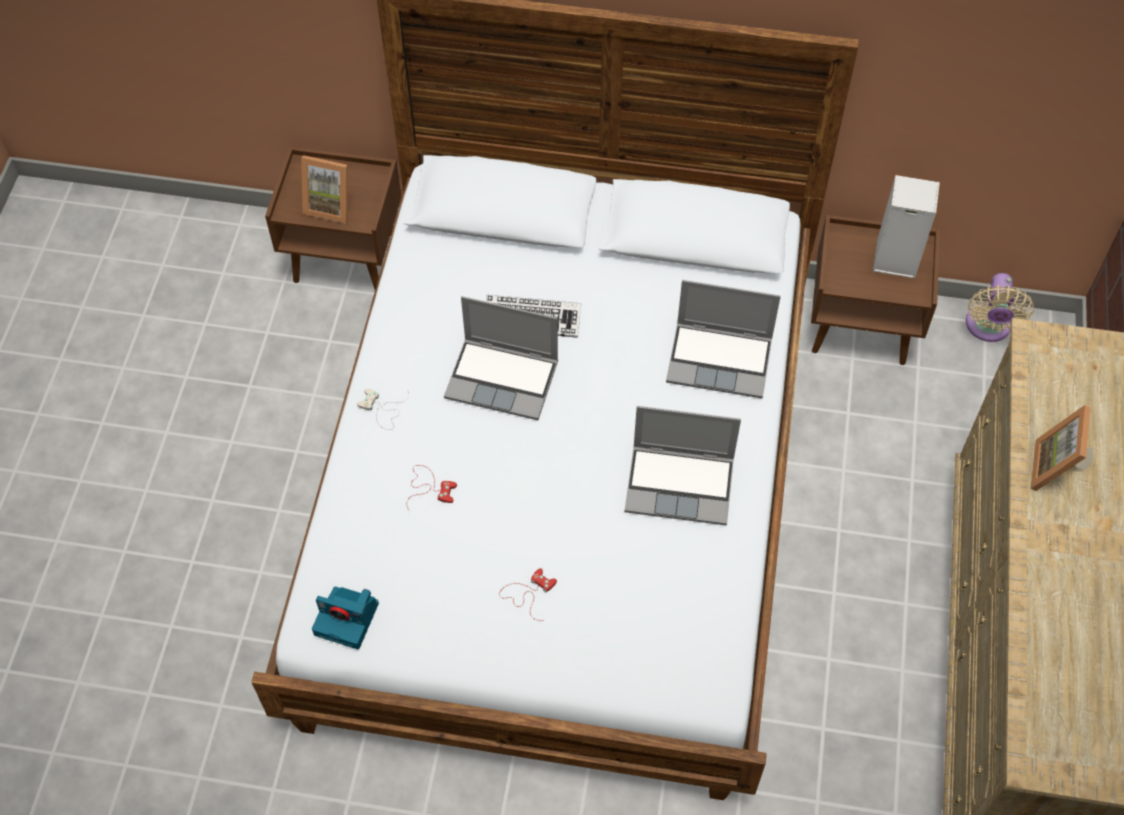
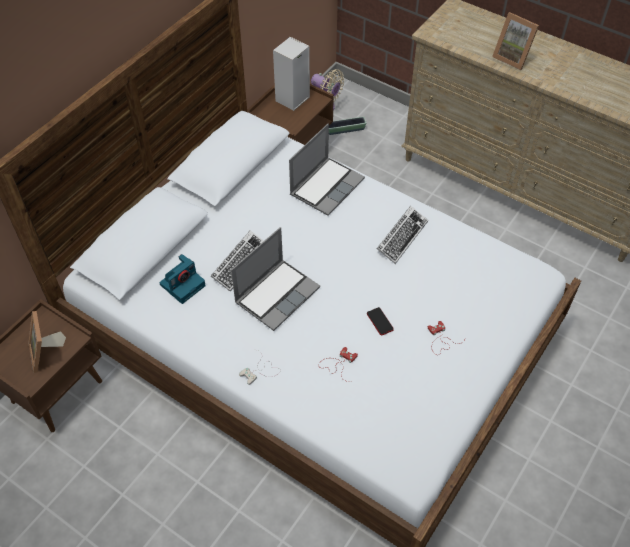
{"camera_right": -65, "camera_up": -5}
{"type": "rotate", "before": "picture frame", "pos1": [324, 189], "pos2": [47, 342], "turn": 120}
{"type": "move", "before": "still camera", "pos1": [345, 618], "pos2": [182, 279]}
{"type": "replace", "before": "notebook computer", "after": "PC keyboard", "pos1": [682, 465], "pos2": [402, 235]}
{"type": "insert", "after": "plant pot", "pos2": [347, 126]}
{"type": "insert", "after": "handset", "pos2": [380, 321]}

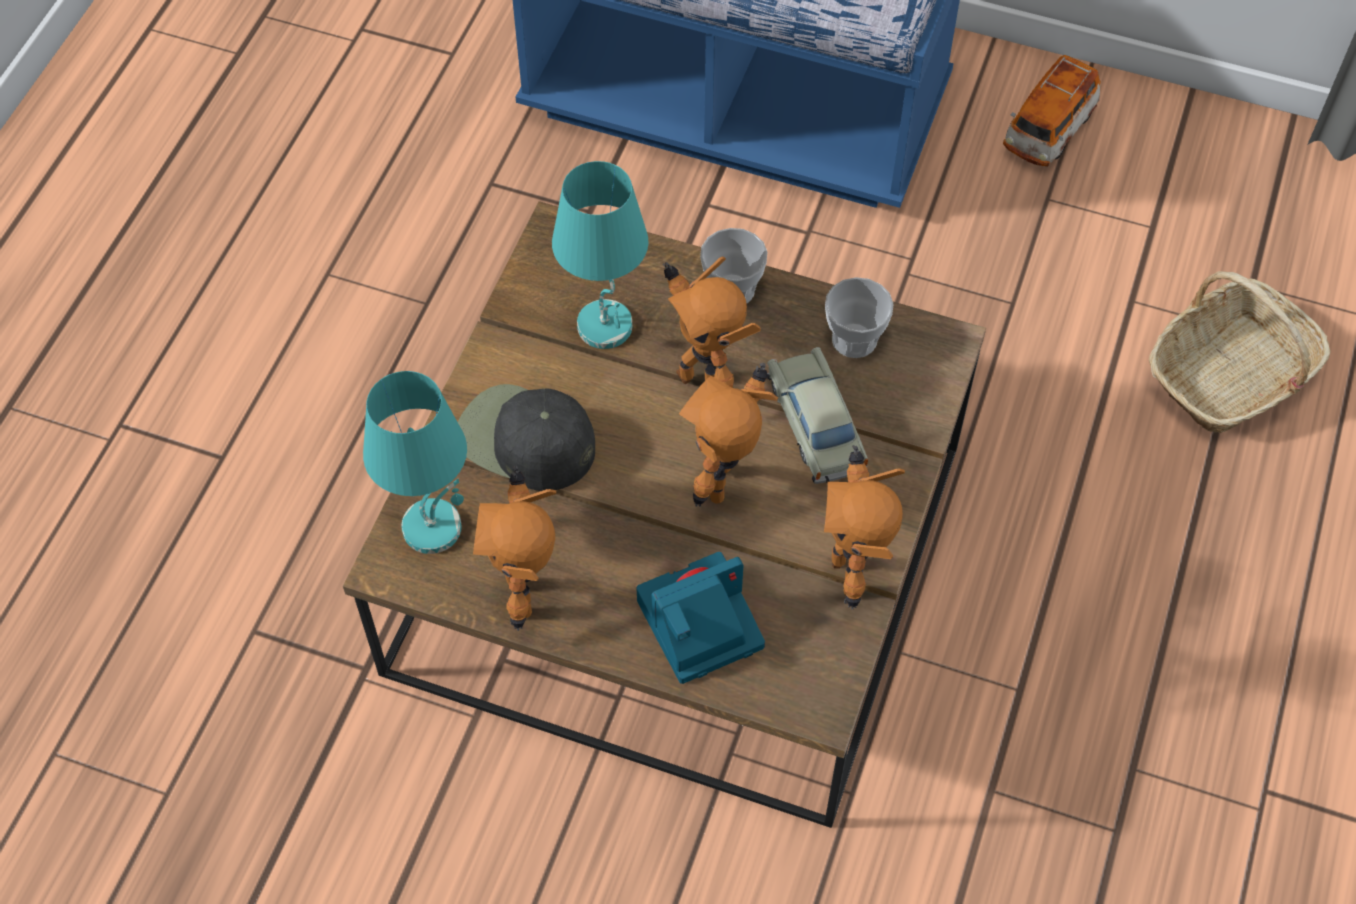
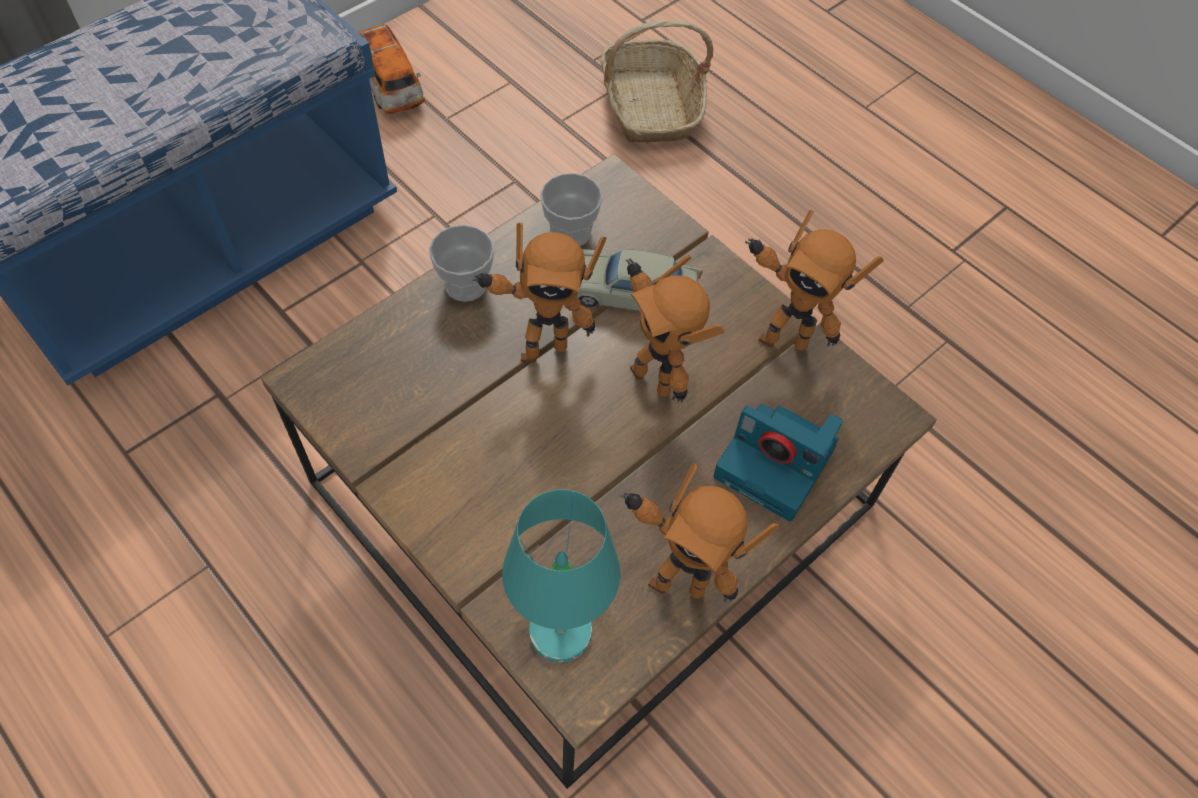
{"camera_right": -65, "camera_up": 0}
{"type": "delete", "before": "peaked cap/blackish", "pos1": [526, 437]}
{"type": "delete", "before": "lamp for a table/turquoise", "pos1": [600, 255]}
{"type": "rotate", "before": "still camera", "pos1": [700, 618], "pos2": [778, 462], "turn": -60}

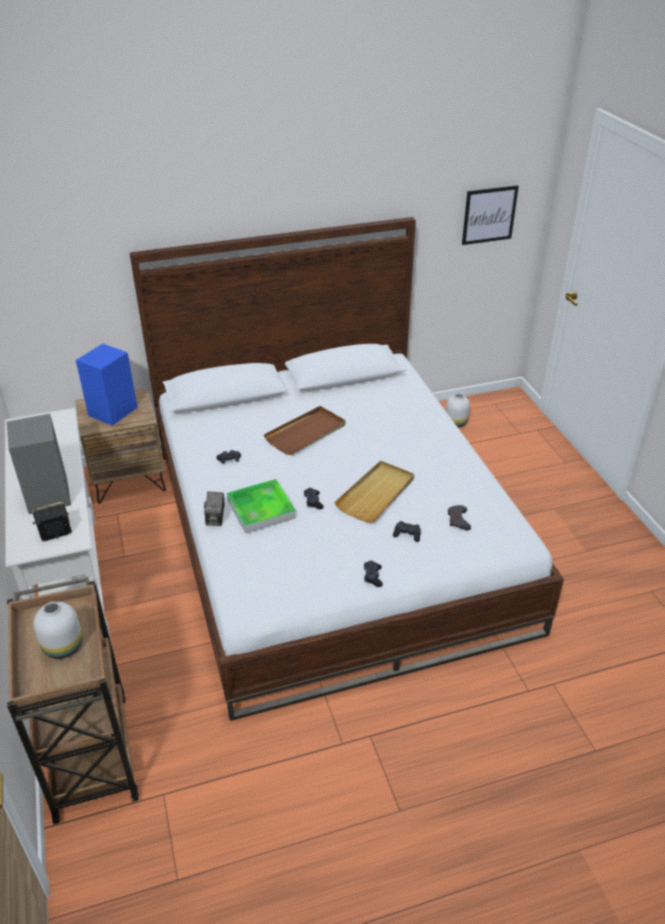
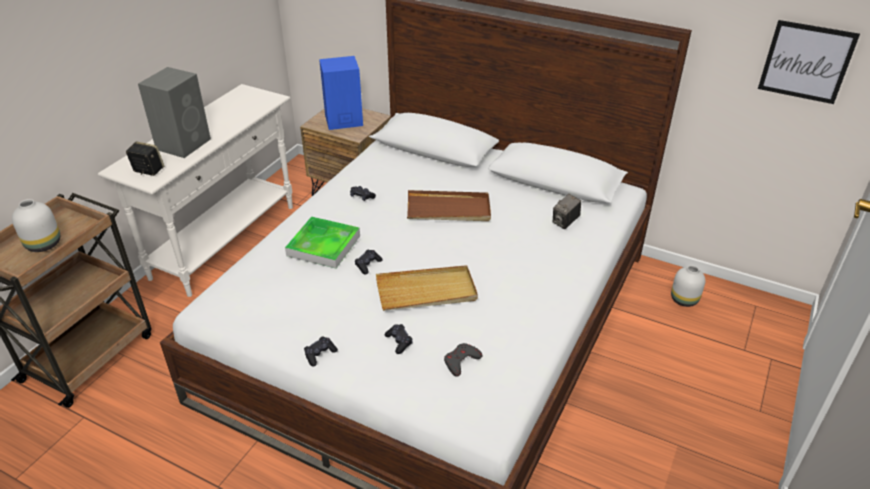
{"camera_right": 45, "camera_up": 0}
{"type": "move", "before": "still camera", "pos1": [214, 509], "pos2": [567, 211]}

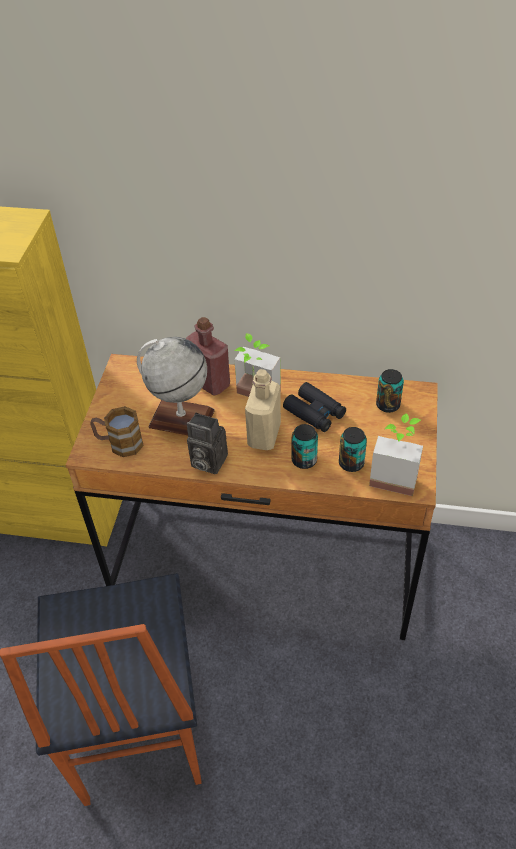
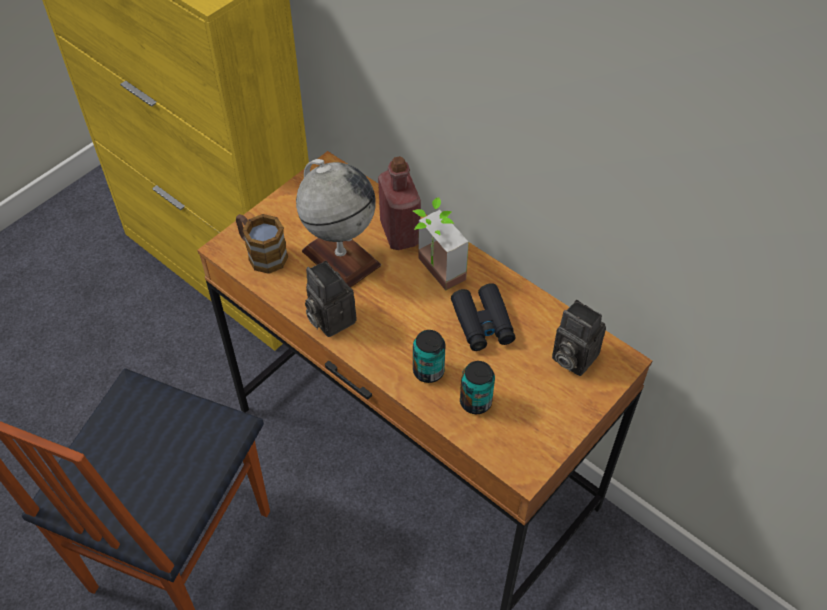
{"camera_right": 30, "camera_up": 5}
{"type": "delete", "before": "drink bottle/beige-coloured", "pos1": [263, 409]}
{"type": "delete", "before": "houseplant", "pos1": [396, 454]}
{"type": "replace", "before": "can", "after": "still camera", "pos1": [390, 391], "pos2": [579, 338]}

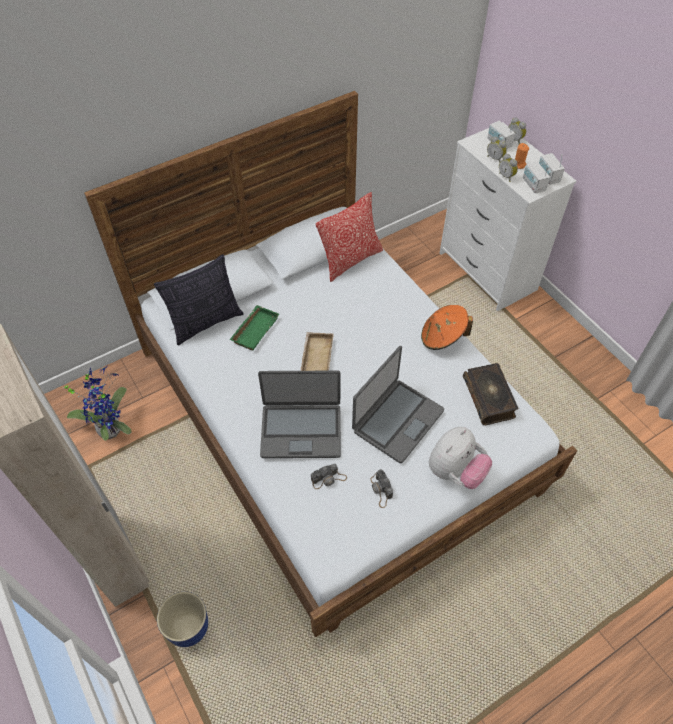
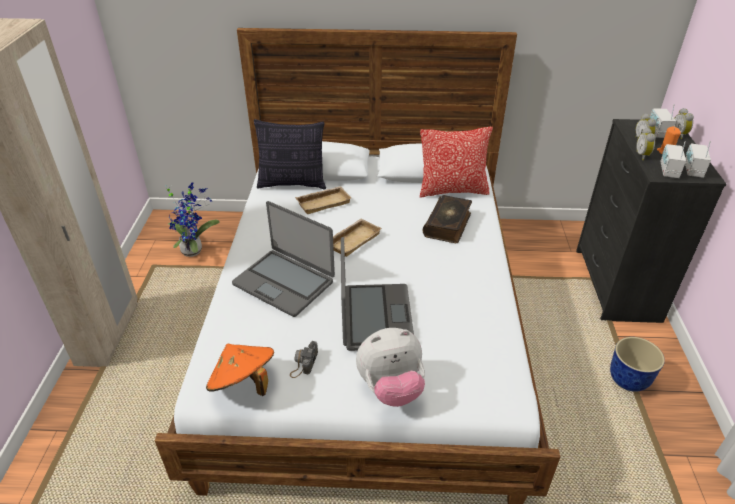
{"camera_right": 35, "camera_up": -15}
{"type": "move", "before": "plant pot", "pos1": [182, 619], "pos2": [637, 364]}
{"type": "recolor", "before": "carrying tray/green", "after": "carrying tray/beige-coloured", "pos1": [254, 327], "pos2": [323, 200]}
{"type": "delete", "before": "still camera", "pos1": [329, 476]}
{"type": "rotate", "before": "notebook computer", "pos1": [398, 405], "pos2": [377, 294], "turn": -75}
{"type": "move", "before": "wearable hat/orangey", "pos1": [447, 327], "pos2": [240, 370]}
{"type": "recolor", "before": "chest of drawers/white", "after": "chest of drawers/blackish", "pos1": [508, 216], "pos2": [651, 221]}
{"type": "move", "before": "bound book", "pos1": [490, 394], "pos2": [447, 219]}

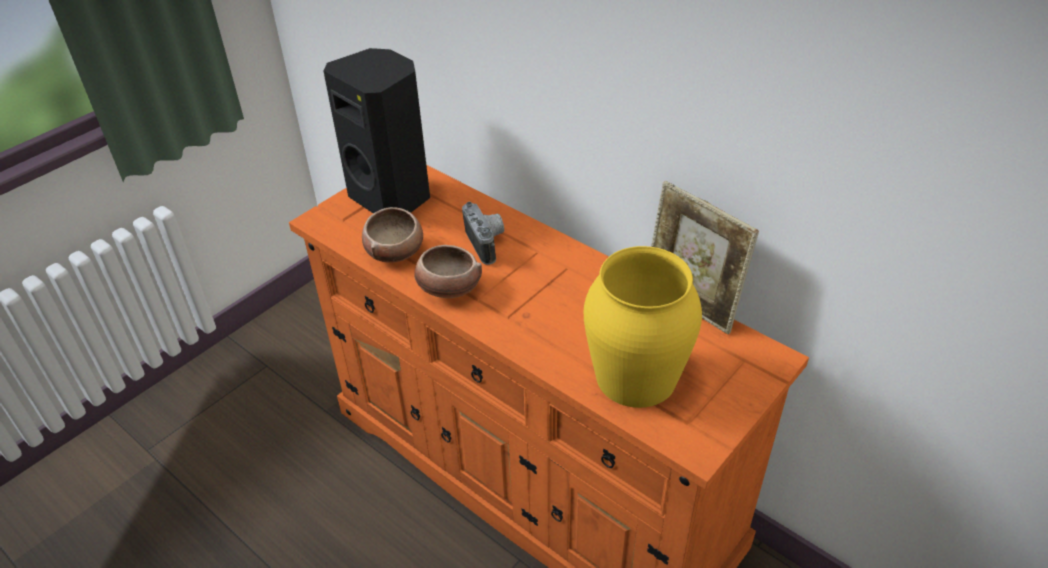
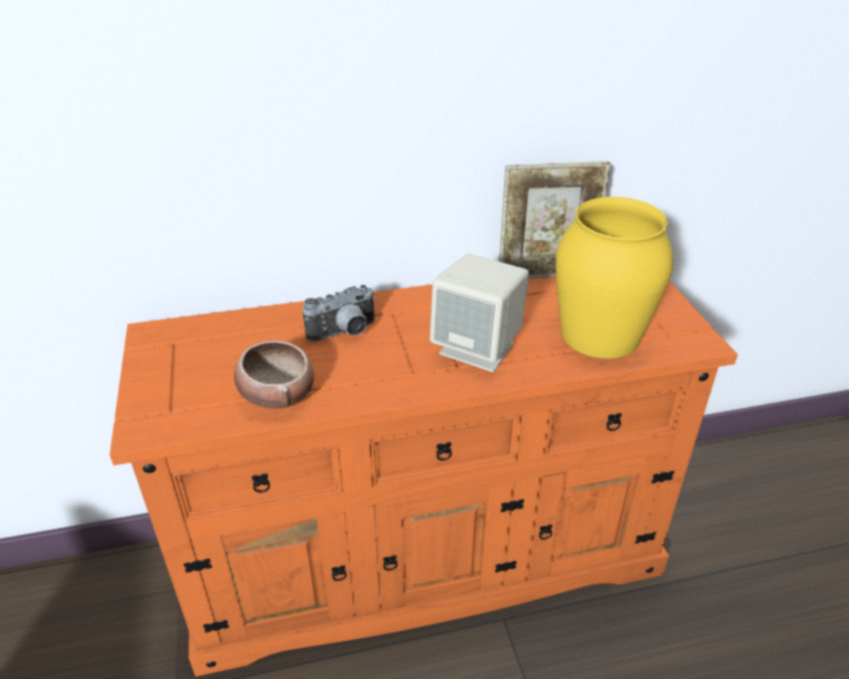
{"camera_right": -55, "camera_up": -5}
{"type": "delete", "before": "speaker/blackish", "pos1": [376, 130]}
{"type": "delete", "before": "serving bowl", "pos1": [448, 271]}
{"type": "rotate", "before": "still camera", "pos1": [483, 233], "pos2": [339, 313], "turn": 135}
{"type": "insert", "after": "speaker/beige-coloured", "pos2": [479, 313]}

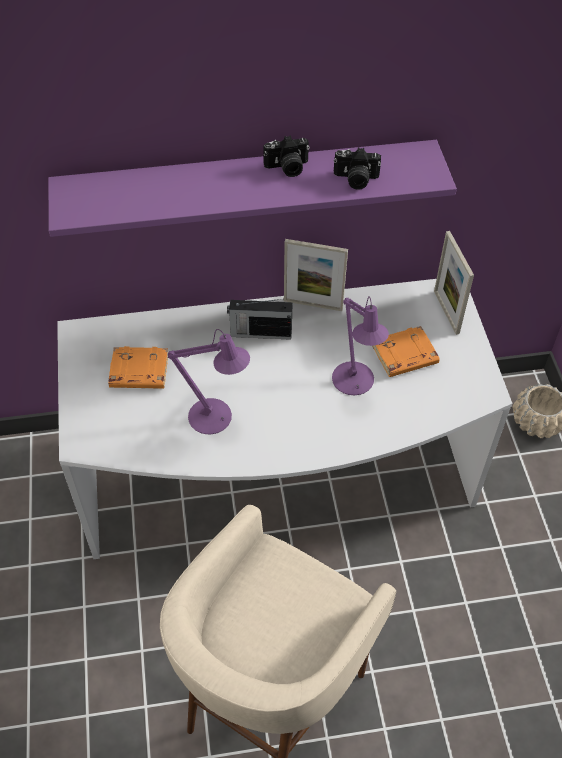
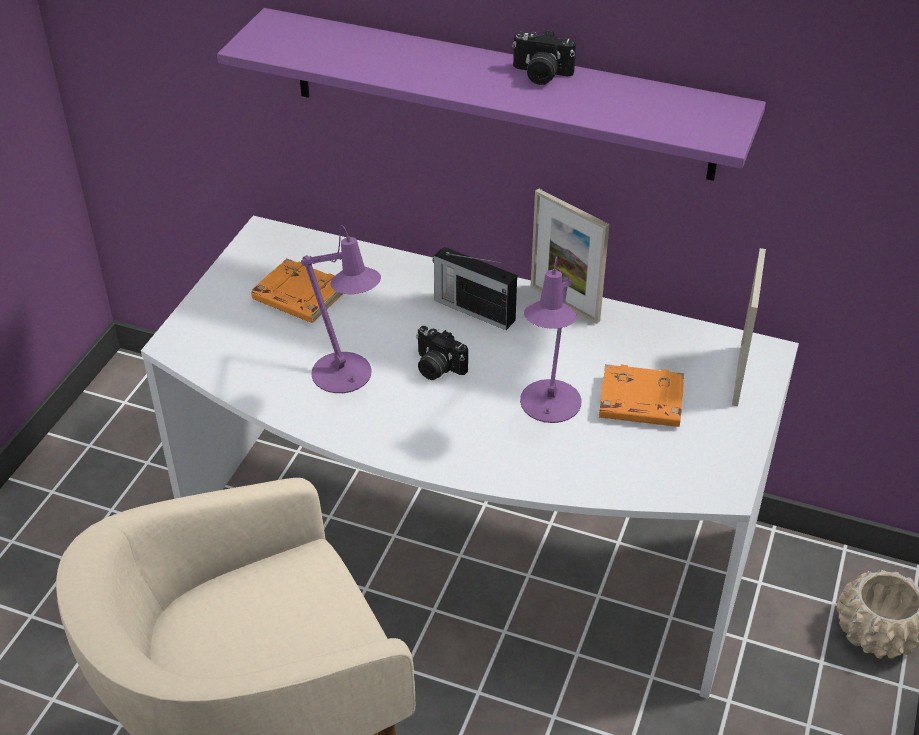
{"camera_right": 30, "camera_up": -10}
{"type": "move", "before": "still camera", "pos1": [357, 168], "pos2": [442, 353]}

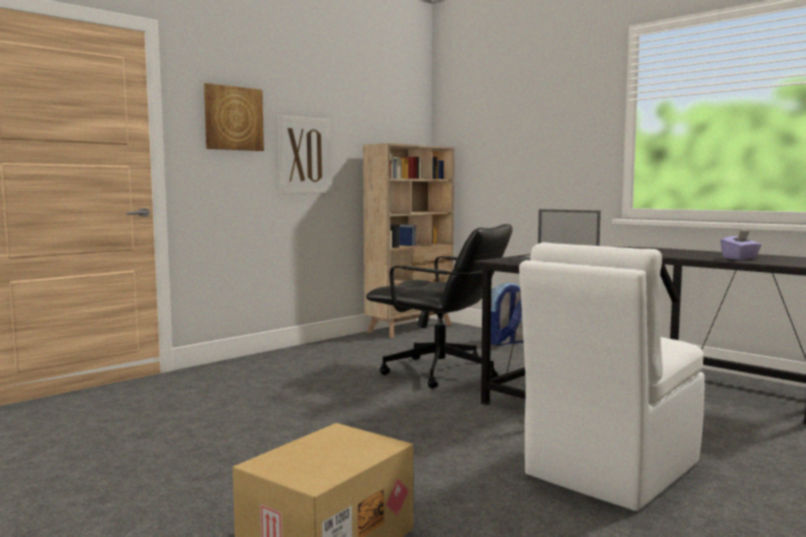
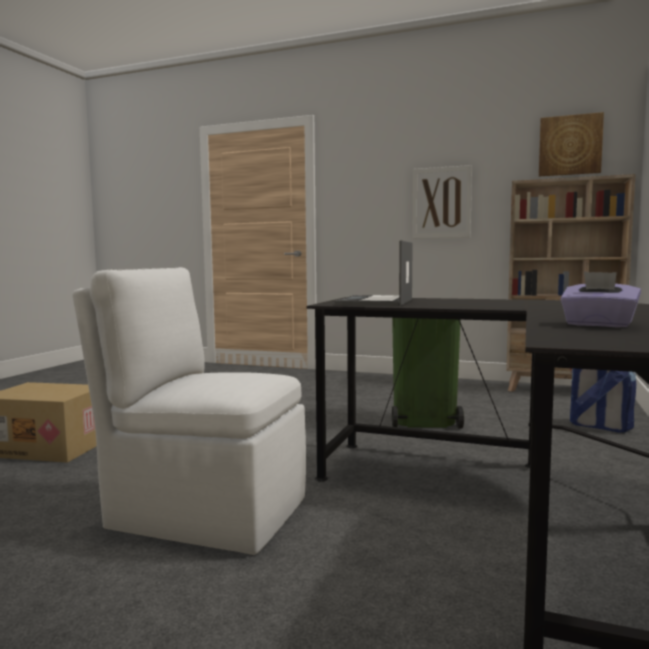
{"camera_right": 65, "camera_up": 0}
{"type": "move", "before": "picture", "pos1": [234, 117], "pos2": [571, 144]}
{"type": "replace", "before": "office chair/blackish", "after": "waste bin/green", "pos1": [439, 306], "pos2": [428, 373]}

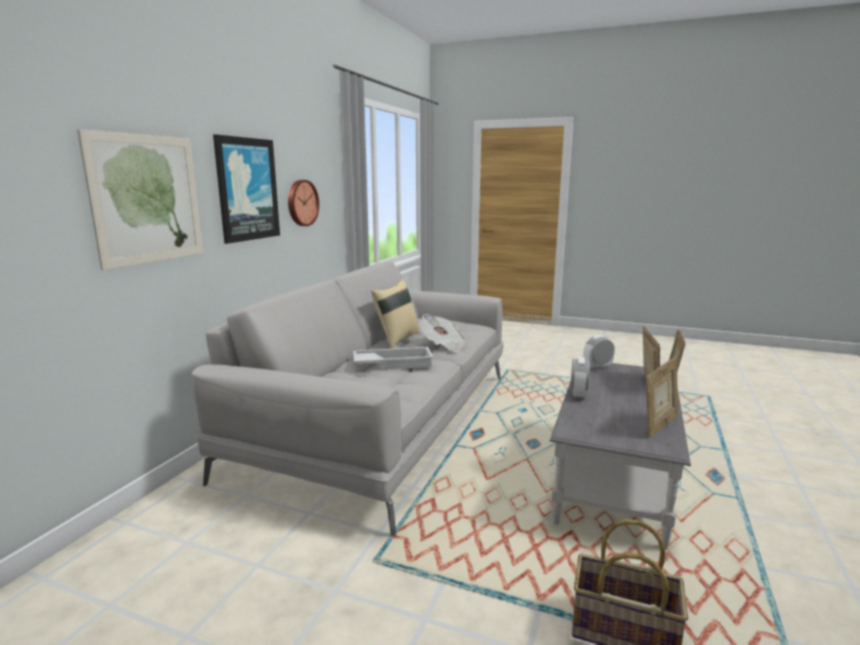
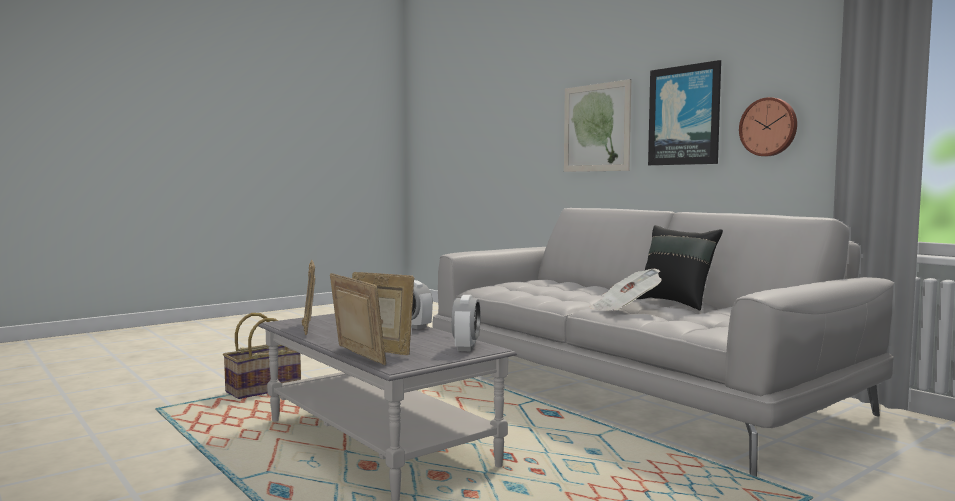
{"camera_right": 120, "camera_up": -10}
{"type": "delete", "before": "carrying tray/white", "pos1": [393, 358]}
{"type": "recolor", "before": "cushion/beige-coloured", "after": "cushion/blackish", "pos1": [395, 314], "pos2": [680, 267]}

